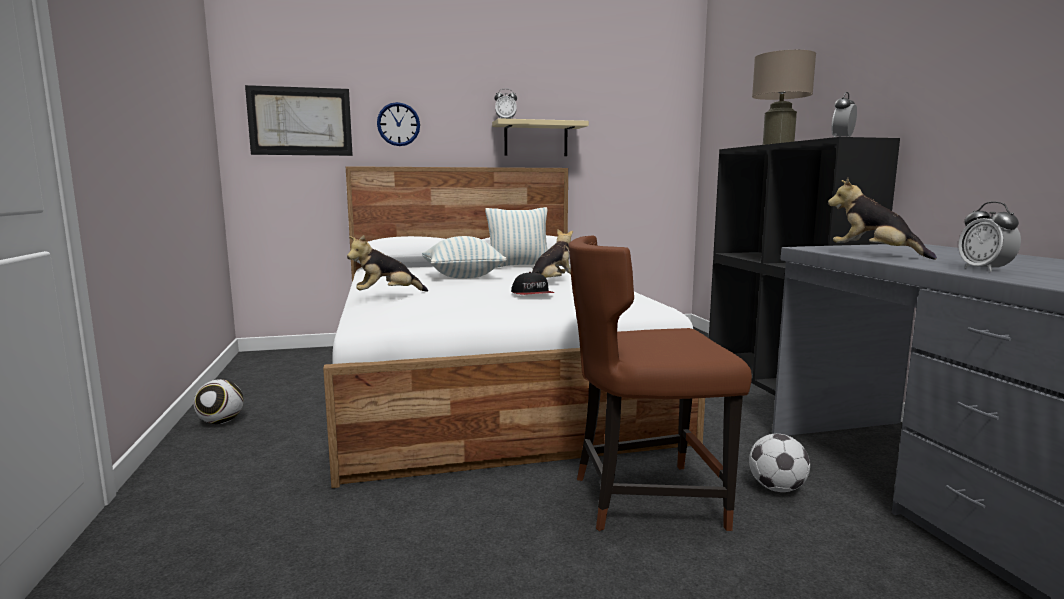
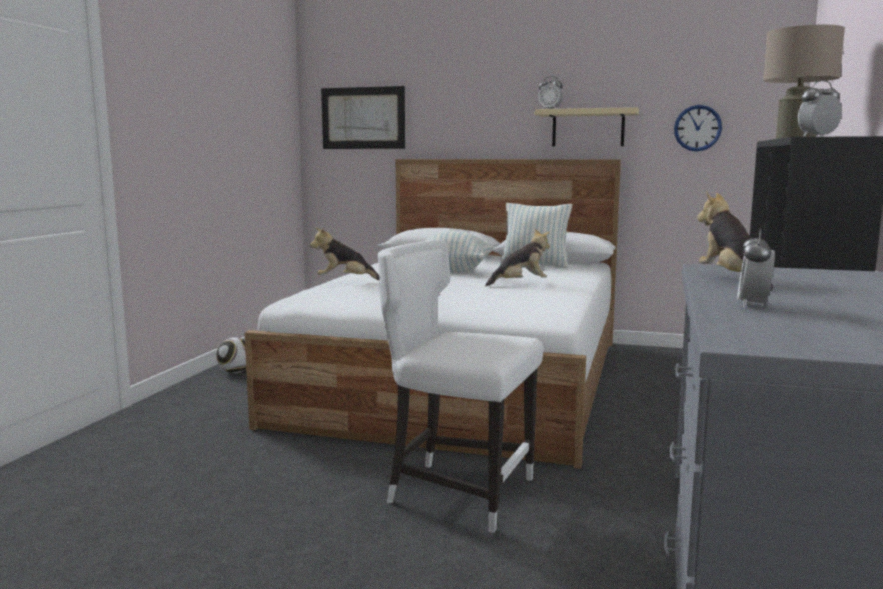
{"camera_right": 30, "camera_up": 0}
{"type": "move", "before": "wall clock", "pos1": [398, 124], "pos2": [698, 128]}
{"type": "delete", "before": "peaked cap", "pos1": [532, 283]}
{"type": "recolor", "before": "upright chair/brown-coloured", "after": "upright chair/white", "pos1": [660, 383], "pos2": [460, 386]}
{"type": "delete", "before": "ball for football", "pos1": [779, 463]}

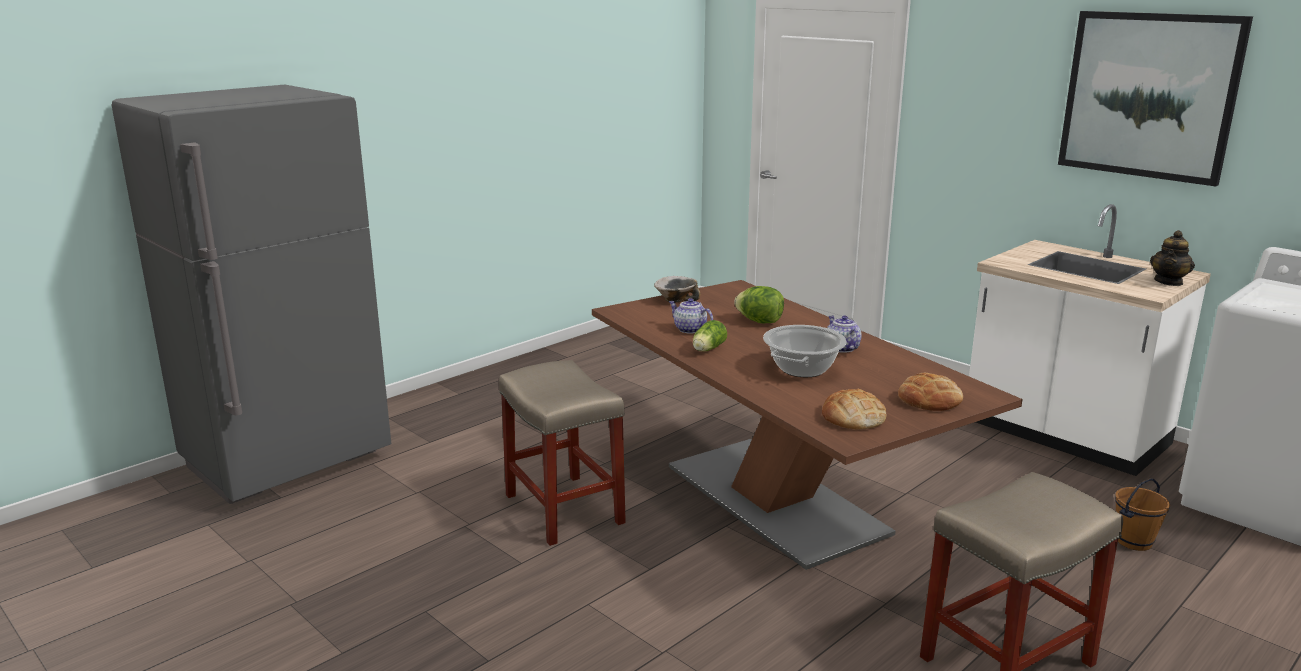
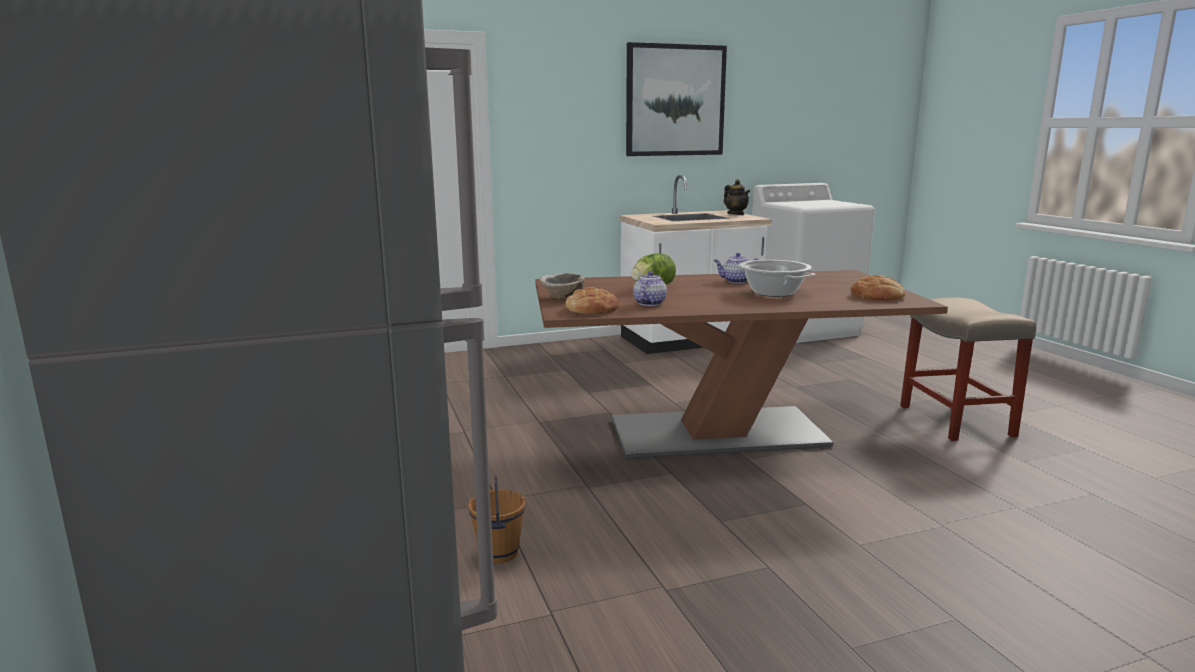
{"camera_right": -65, "camera_up": -5}
{"type": "delete", "before": "sitting stool/beige-coloured", "pos1": [562, 453]}
{"type": "rotate", "before": "teapot", "pos1": [691, 316], "pos2": [650, 288], "turn": 135}
{"type": "delete", "before": "lettuce", "pos1": [710, 335]}
{"type": "move", "before": "bakery bread", "pos1": [930, 392], "pos2": [592, 300]}
{"type": "move", "before": "bucket/brown-coloured", "pos1": [1142, 514], "pos2": [497, 519]}

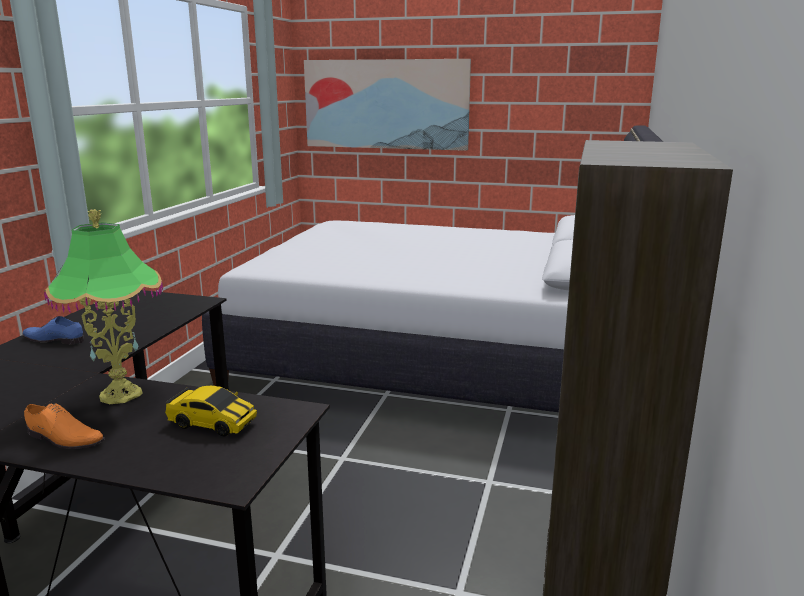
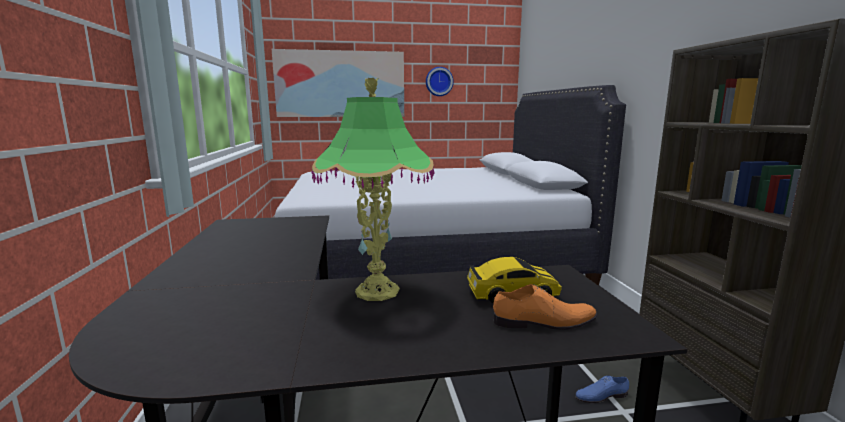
{"camera_right": -25, "camera_up": -5}
{"type": "move", "before": "low shoe/blue", "pos1": [53, 330], "pos2": [602, 389]}
{"type": "move", "before": "low shoe/orangey", "pos1": [64, 426], "pos2": [545, 307]}
{"type": "insert", "after": "wall clock", "pos2": [440, 81]}

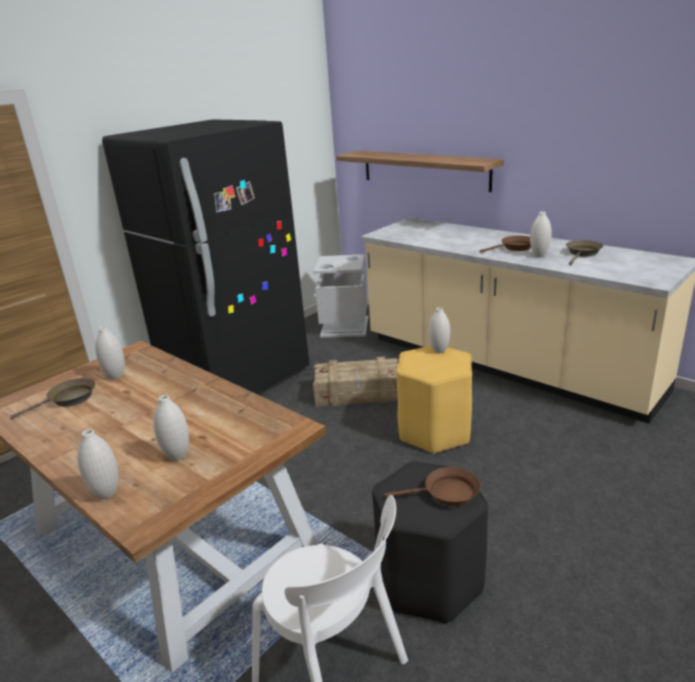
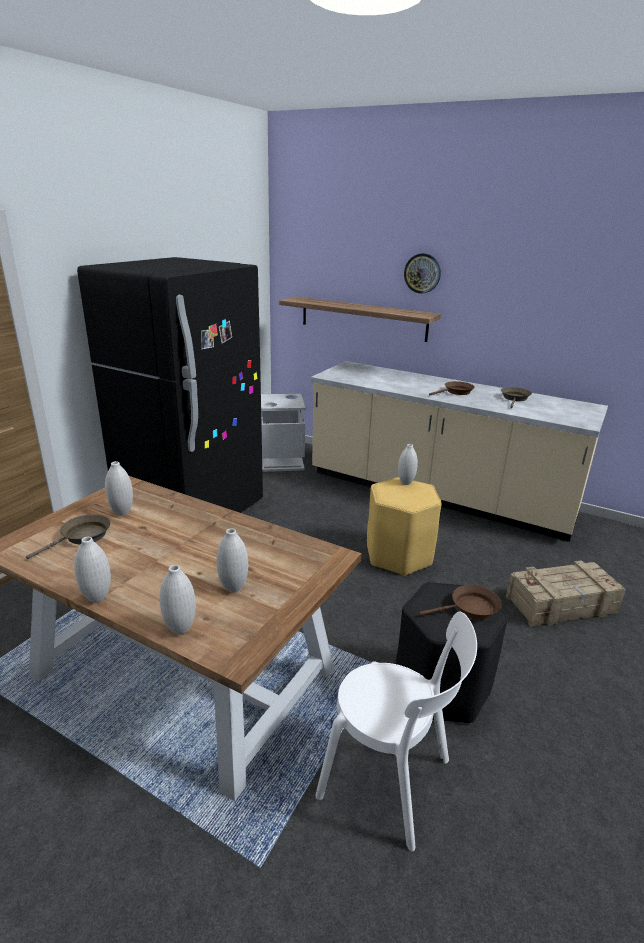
{"camera_right": -15, "camera_up": 0}
{"type": "move", "before": "packing crate", "pos1": [355, 382], "pos2": [566, 593]}
{"type": "move", "before": "decorative vase/white", "pos1": [541, 234], "pos2": [92, 570]}
{"type": "insert", "after": "wall clock", "pos2": [422, 273]}

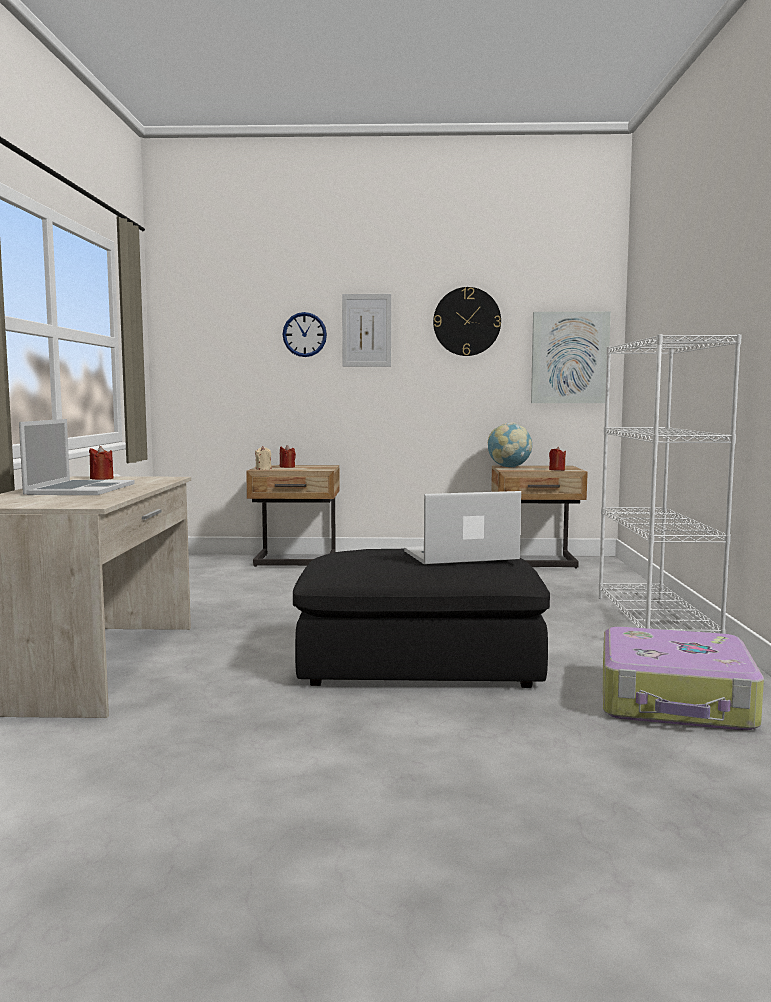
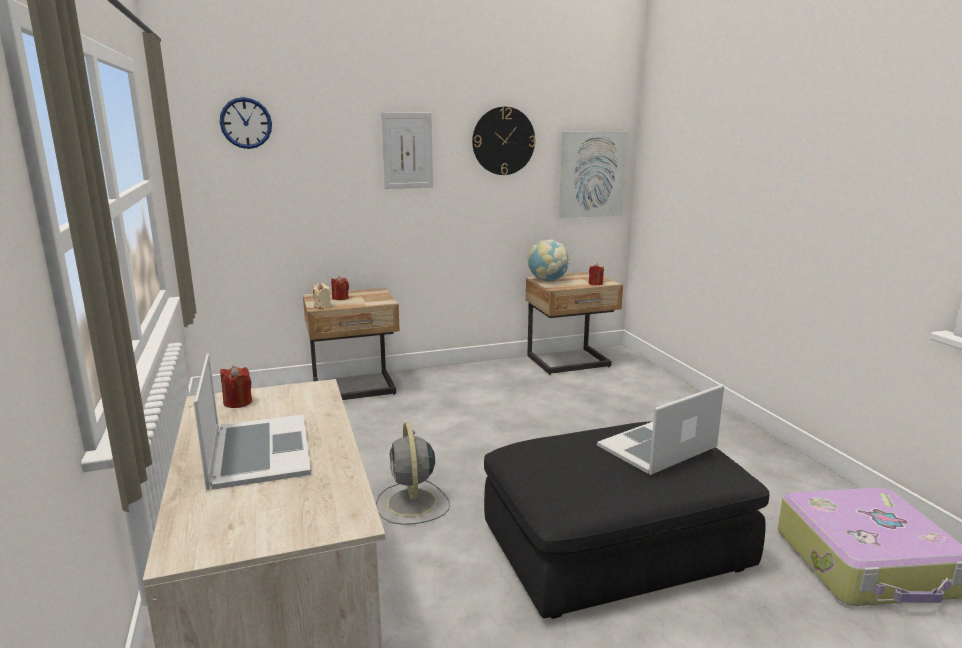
{"camera_right": -20, "camera_up": 10}
{"type": "move", "before": "wall clock", "pos1": [304, 334], "pos2": [246, 123]}
{"type": "delete", "before": "shelving unit/white", "pos1": [670, 484]}
{"type": "insert", "after": "fan/grey", "pos2": [413, 473]}

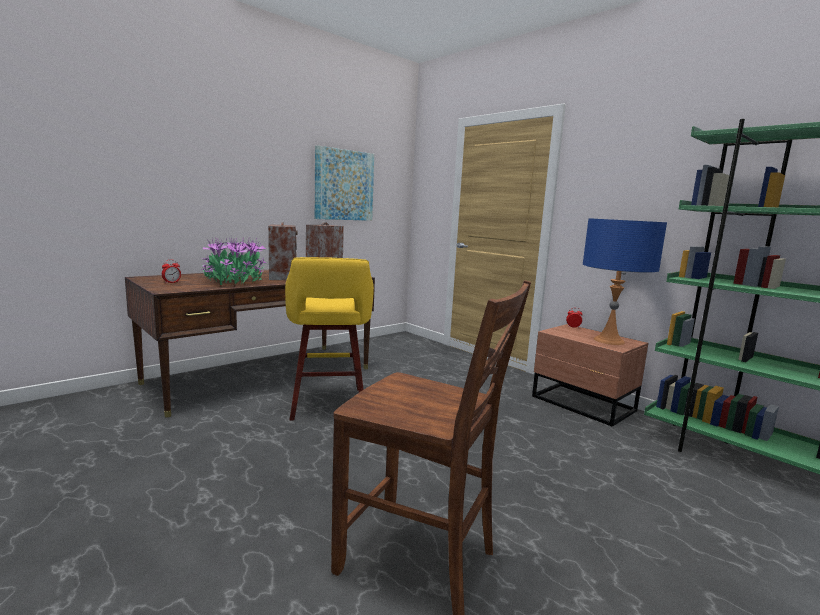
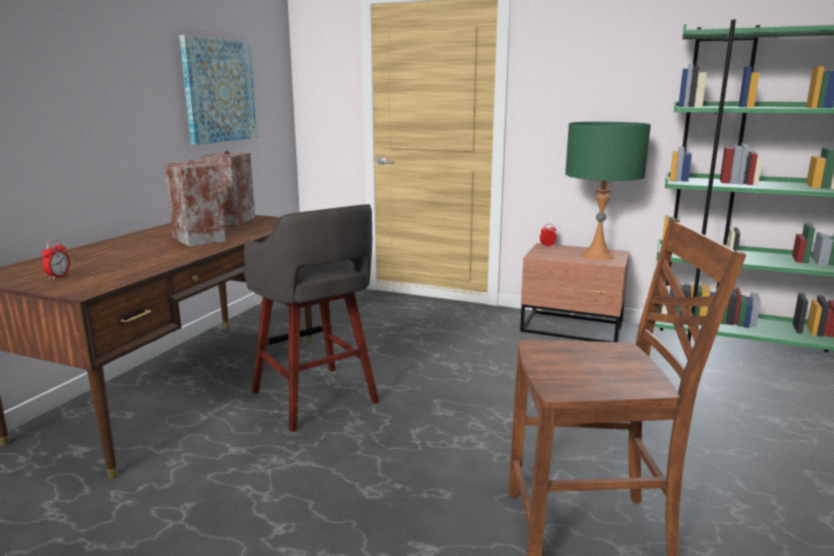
{"camera_right": -25, "camera_up": 5}
{"type": "delete", "before": "houseplant", "pos1": [234, 260]}
{"type": "recolor", "before": "sitting stool/yellow-coloured", "after": "sitting stool/grey", "pos1": [329, 339], "pos2": [311, 318]}
{"type": "recolor", "before": "lamp for a table/blue", "after": "lamp for a table/green", "pos1": [625, 281], "pos2": [608, 191]}

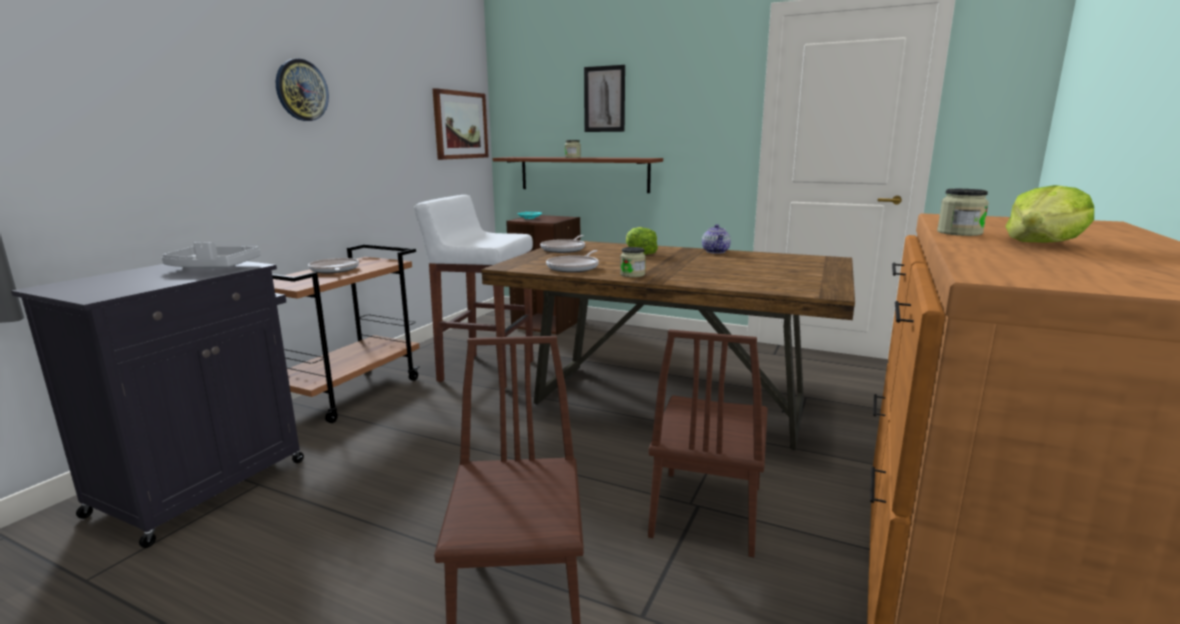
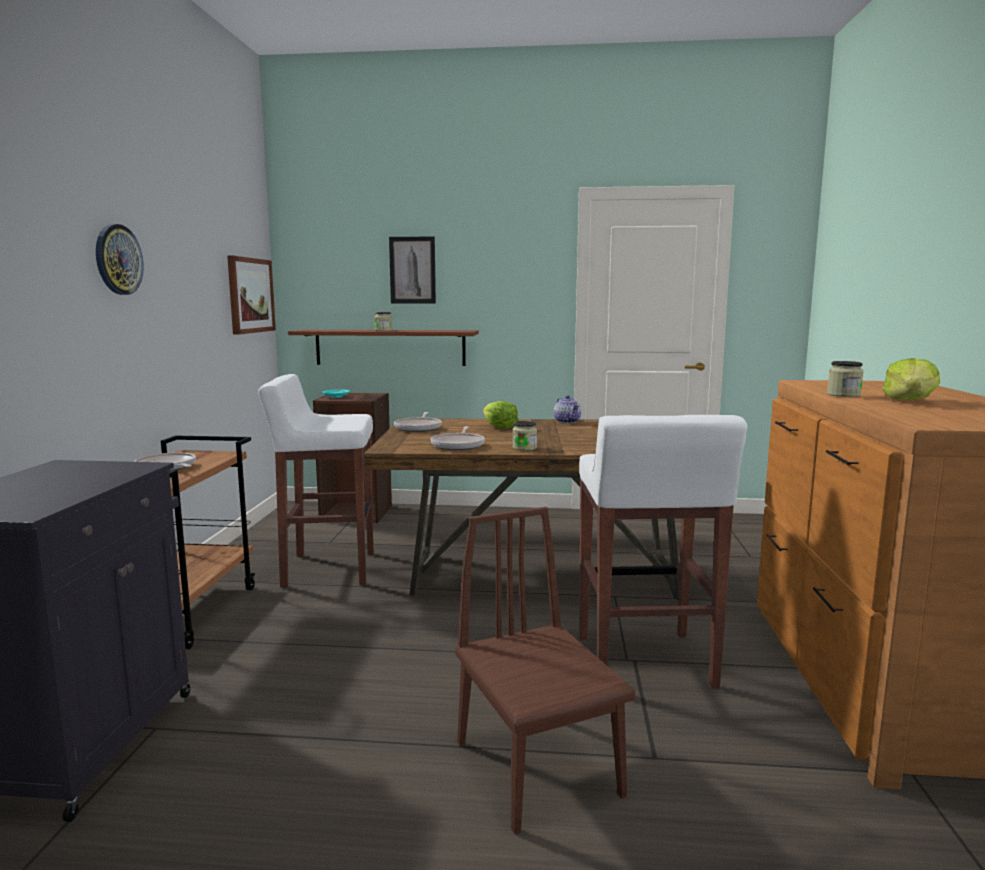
{"camera_right": -20, "camera_up": -5}
{"type": "delete", "before": "carrying tray/grey", "pos1": [211, 255]}
{"type": "replace", "before": "upright chair/brown-coloured", "after": "sitting stool/white", "pos1": [708, 443], "pos2": [663, 551]}

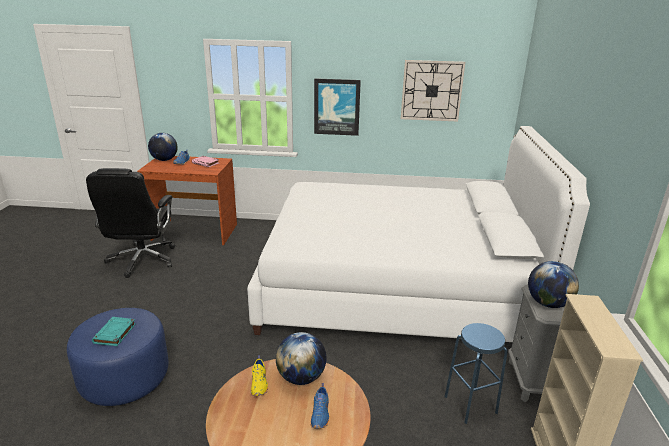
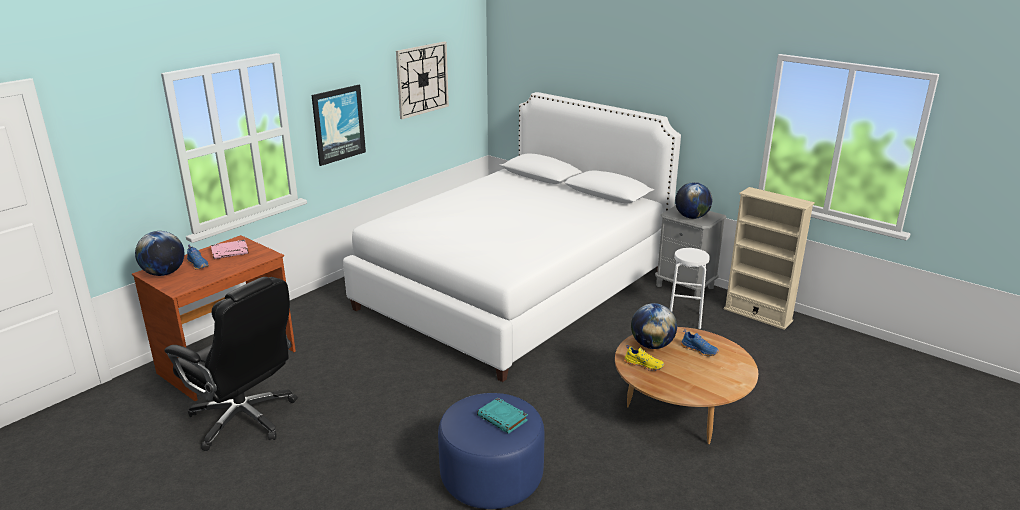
{"camera_right": -55, "camera_up": 0}
{"type": "recolor", "before": "sitting stool/blue", "after": "sitting stool/white", "pos1": [476, 373], "pos2": [690, 288]}

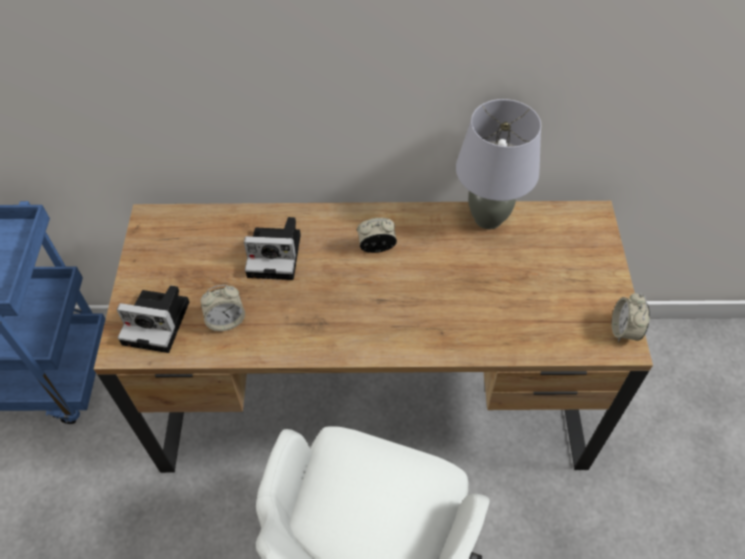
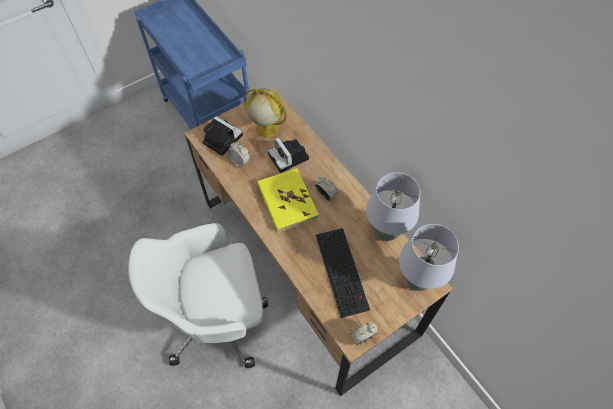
{"camera_right": 55, "camera_up": 5}
{"type": "rotate", "before": "still camera", "pos1": [153, 319], "pos2": [223, 136], "turn": 150}
{"type": "insert", "after": "globe", "pos2": [265, 112]}
{"type": "insert", "after": "bound book/yellow-coloured", "pos2": [288, 200]}
{"type": "insert", "after": "PC keyboard", "pos2": [343, 273]}
{"type": "insert", "after": "lamp for a table/grey", "pos2": [429, 257]}

